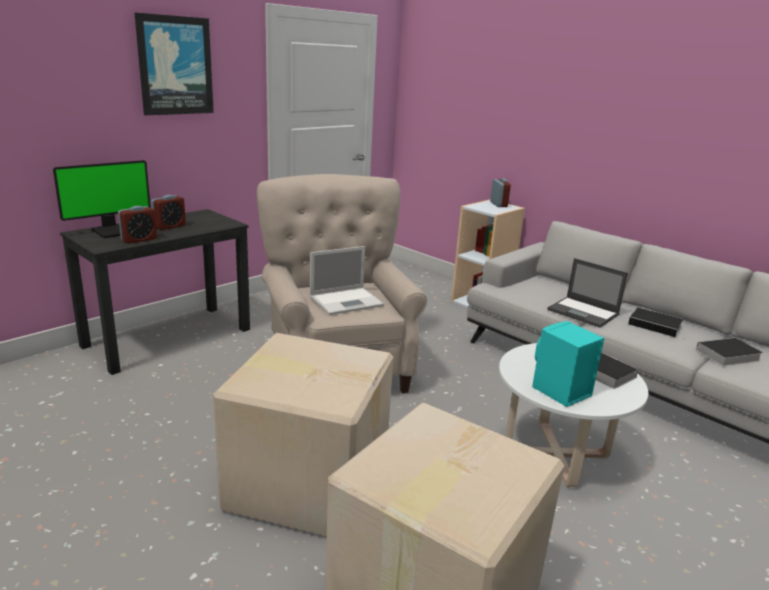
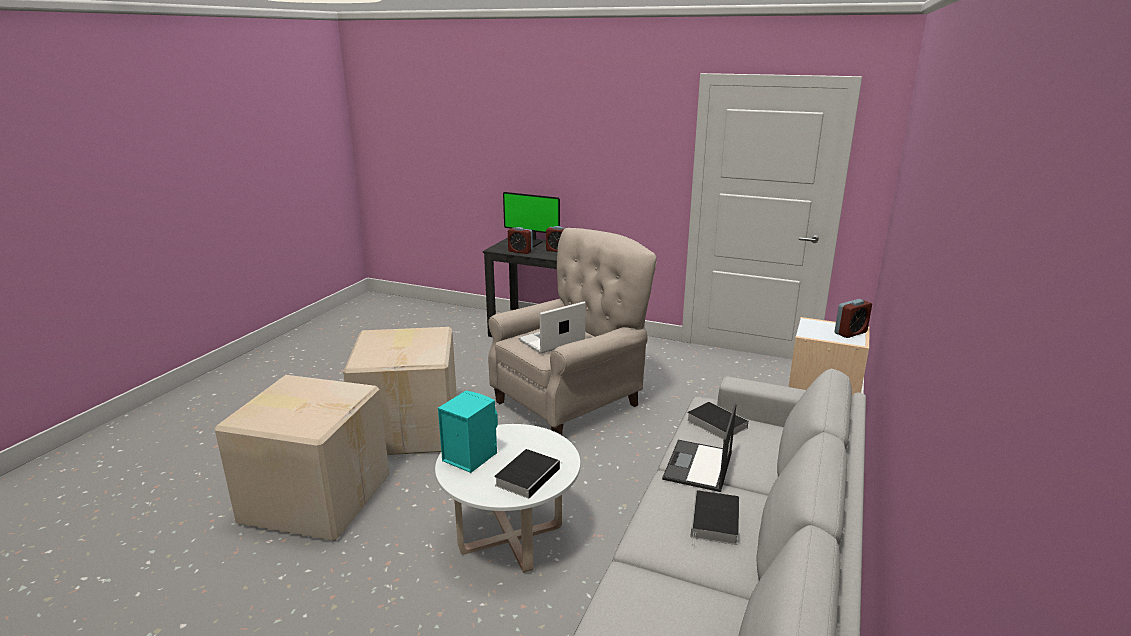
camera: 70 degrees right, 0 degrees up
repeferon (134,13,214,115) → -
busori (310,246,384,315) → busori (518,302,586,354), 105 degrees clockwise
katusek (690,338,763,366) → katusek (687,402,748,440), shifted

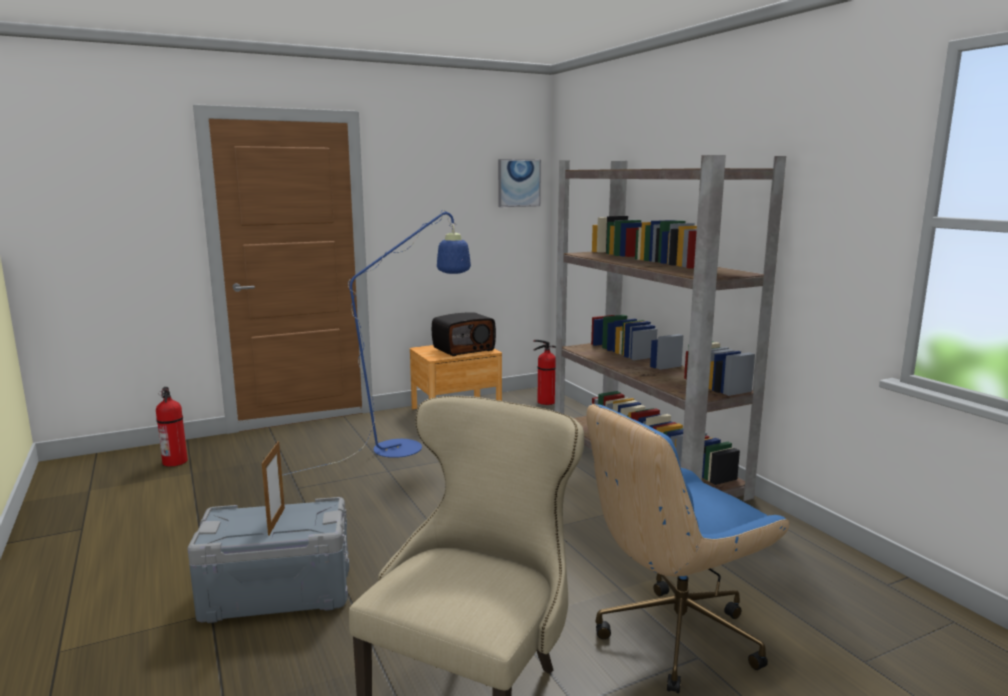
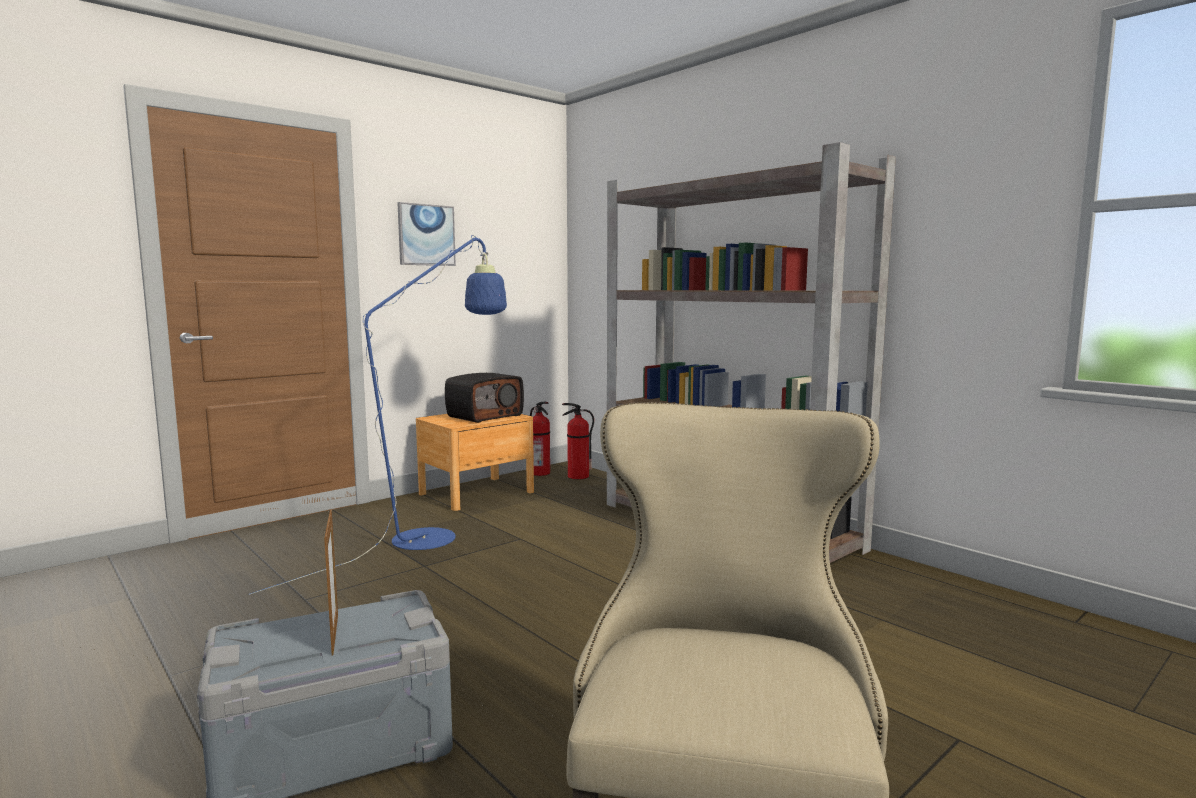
camera: 15 degrees left, 5 degrees down
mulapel (156,387,188,466) → mulapel (530,402,550,476), shifted
repeferon (498,159,541,207) → repeferon (397,202,456,266), shifted
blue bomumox (586,404,790,693) → -

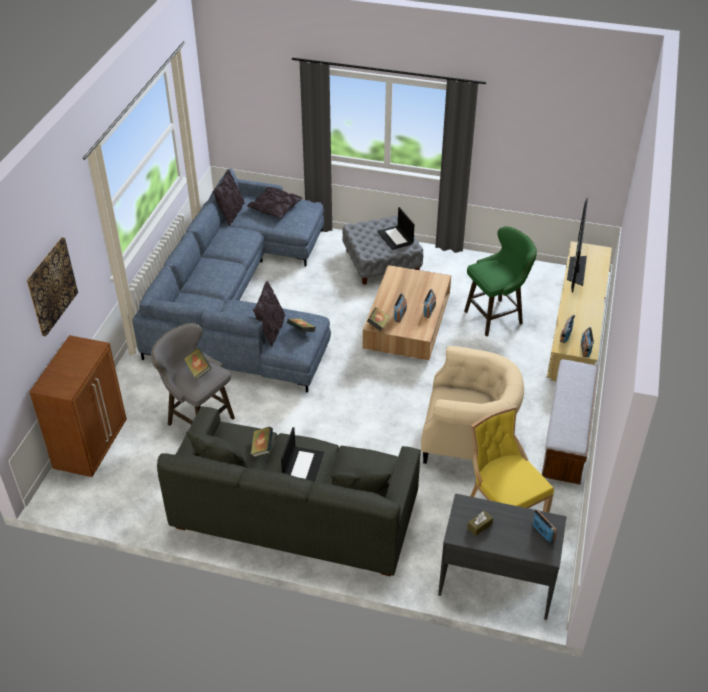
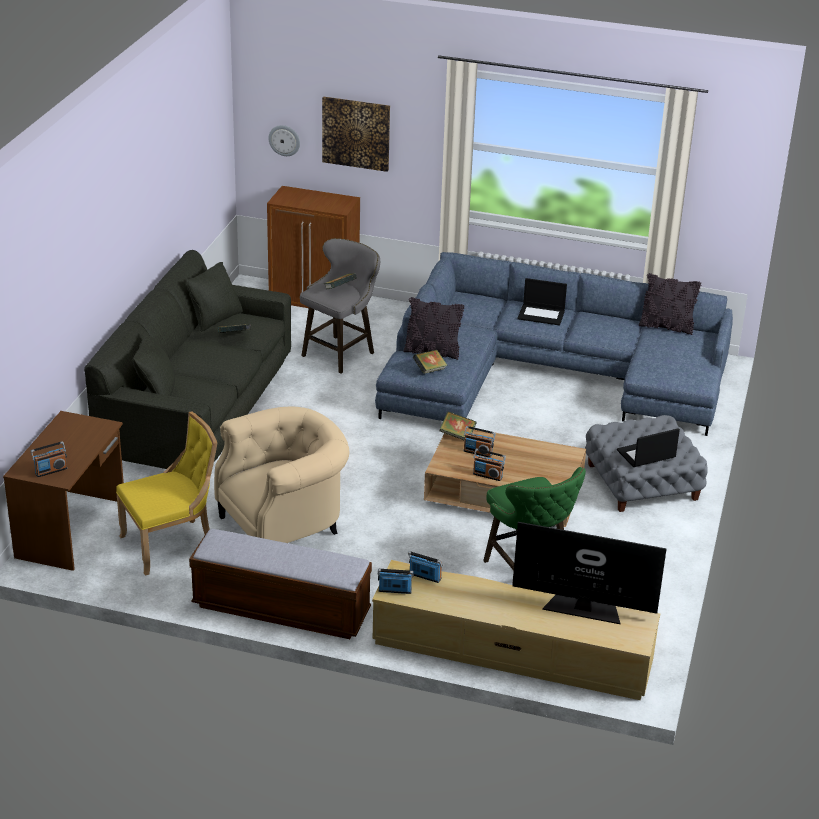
camera: 90 degrees right, 10 degrees down
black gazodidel (247,187,302,219) → -
busori (281,427,324,482) → busori (518,278,567,326), shifted
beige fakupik (421,346,524,464) → beige fakupik (214,407,349,543), 135 degrees counterclockwise
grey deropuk (438,493,567,620) → brown deropuk (3,411,124,571)
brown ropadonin (467,510,493,536) → -
- → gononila (269,125,300,156)

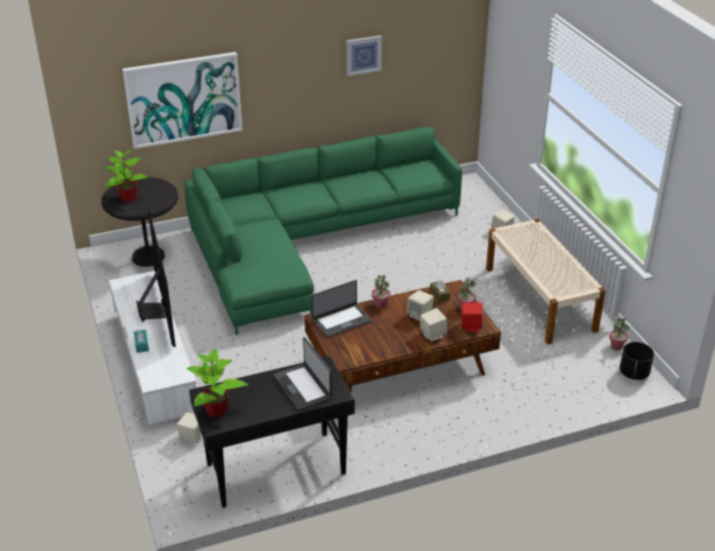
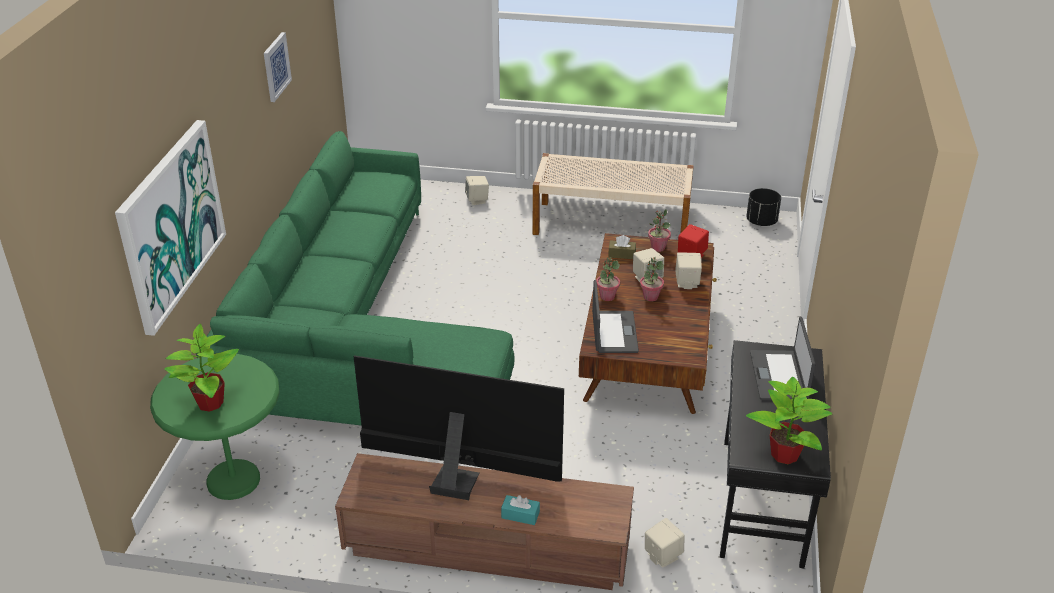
camera: 60 degrees left, 0 degrees up
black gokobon (101,177,178,267) → green gokobon (150,354,280,500)
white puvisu (109,271,197,426) → brown puvisu (335,453,634,590)
busori (274,337,332,411) → busori (750,317,815,400), 90 degrees clockwise
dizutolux (609,318,630,350) → dizutolux (640,257,664,301), shifted

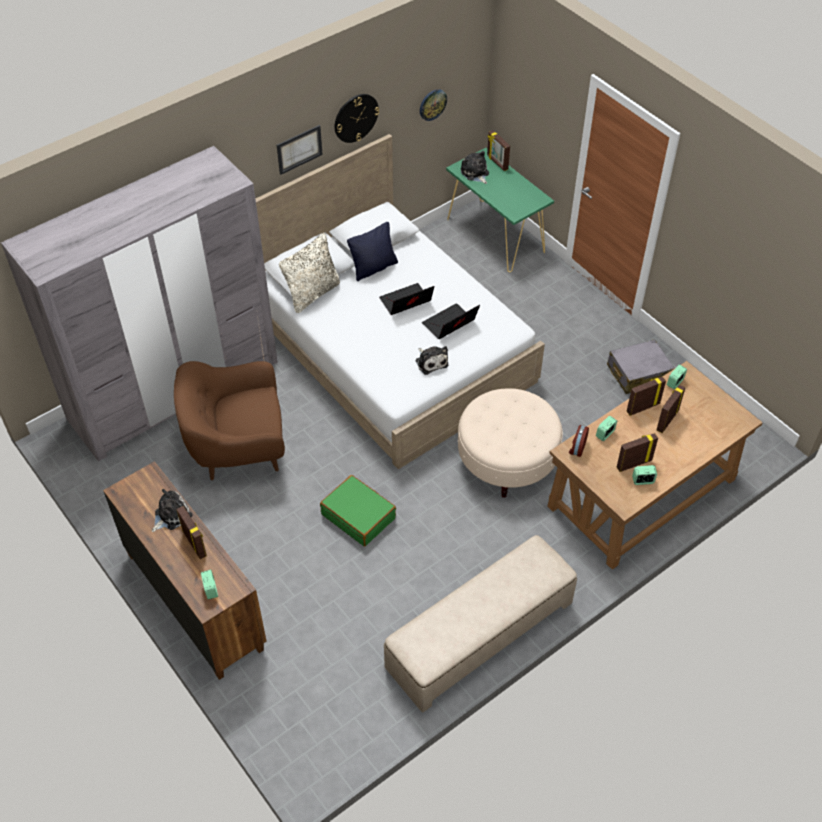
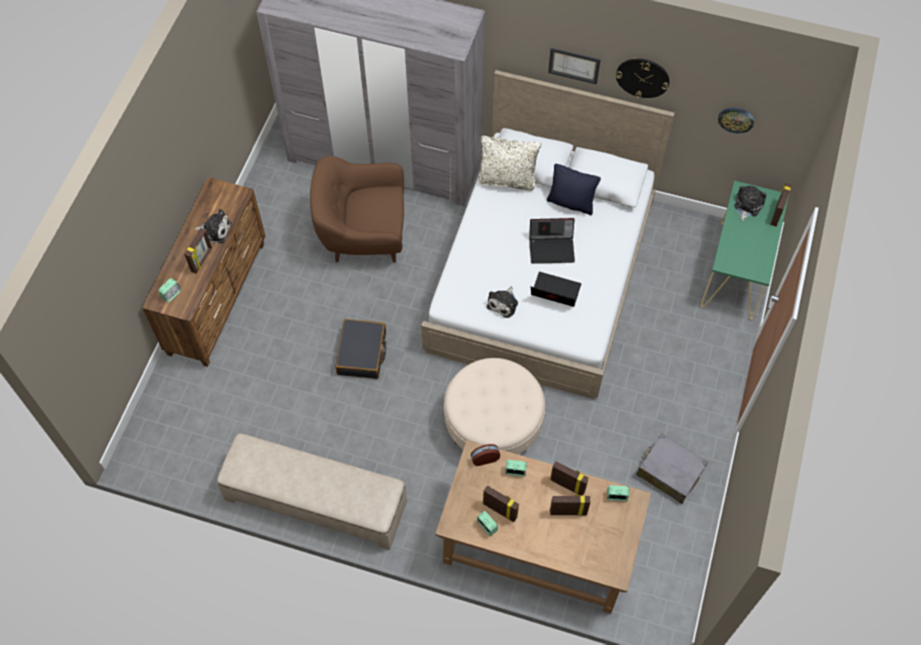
camera: 55 degrees right, 10 degrees up
brown fakupik (174,361,285,480) → brown fakupik (310,156,404,263), 45 degrees counterclockwise
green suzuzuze (320,475,396,547) → black suzuzuze (335,319,386,379)
busori (379,283,434,315) → busori (529,218,575,264), 150 degrees clockwise

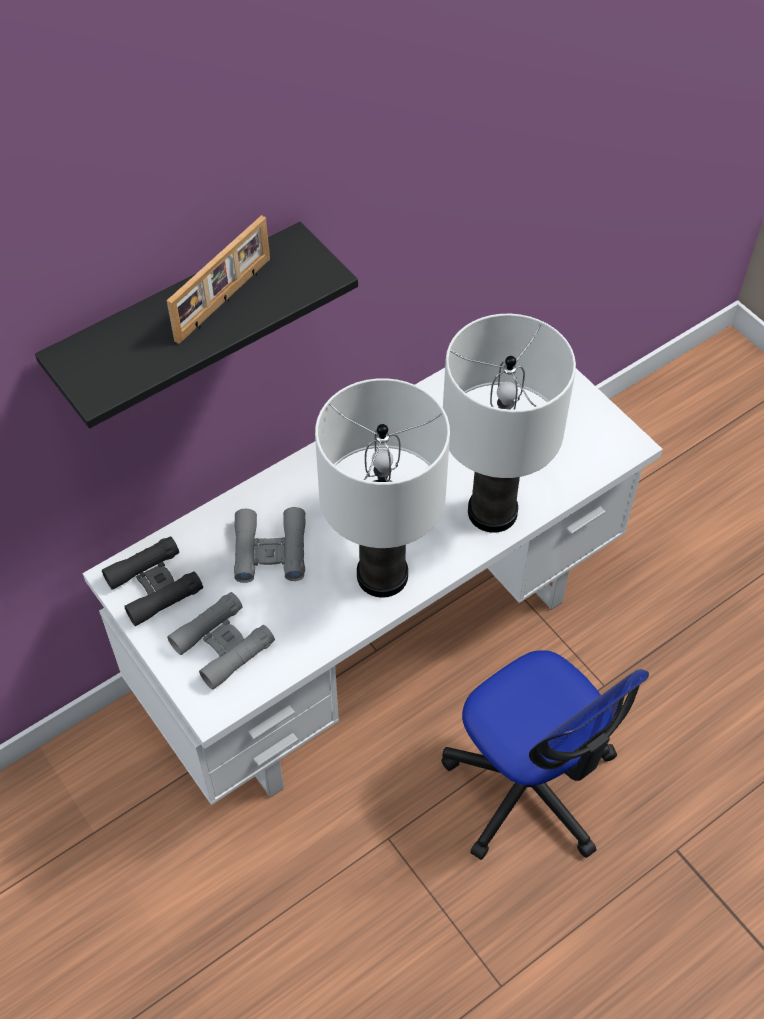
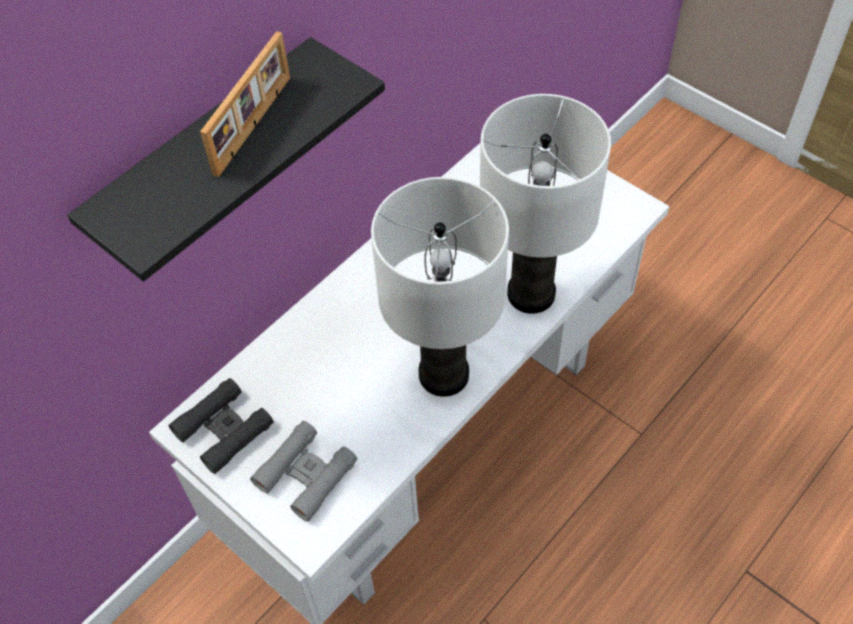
camera: 10 degrees left, 0 degrees up
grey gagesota (234,507,306,583) → -
bomumox (441,650,649,860) → -

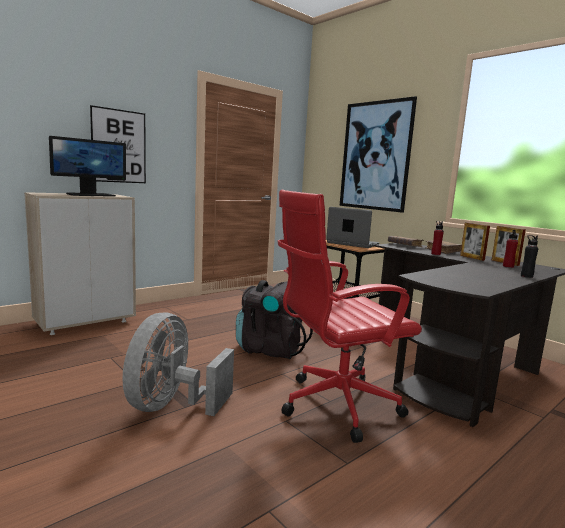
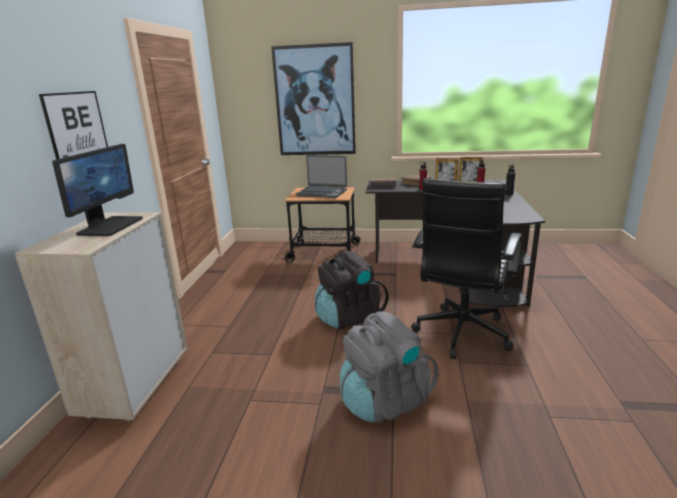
camera: 40 degrees left, 10 degrees up
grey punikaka (123,313,234,416) → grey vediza (340,311,438,423)
red bomumox (278,190,422,443) → black bomumox (411,178,522,359)
busori (326,207,379,248) → busori (296,155,347,198), 150 degrees counterclockwise

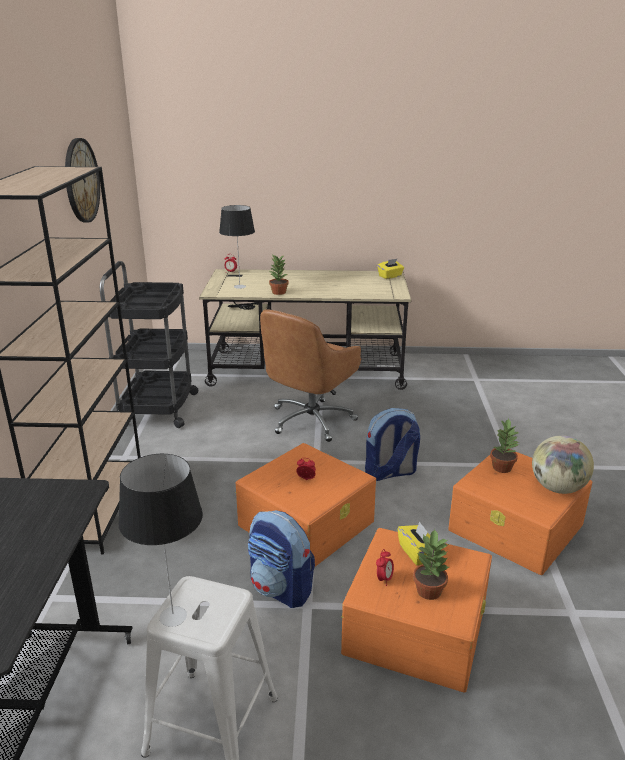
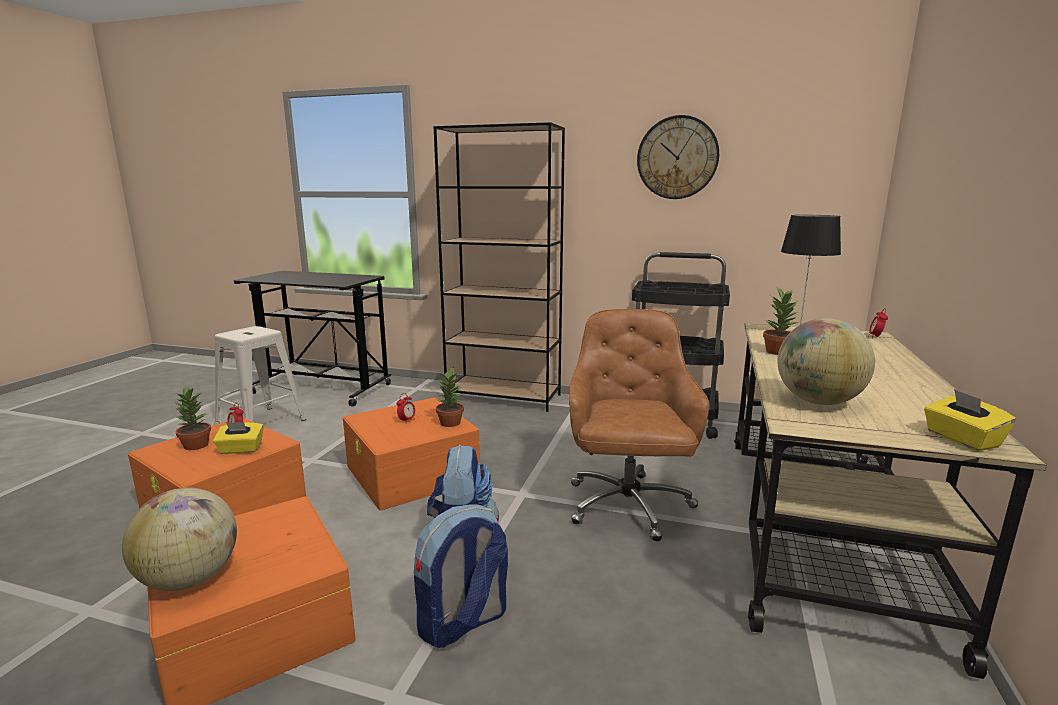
camera: 105 degrees right, 10 degrees down
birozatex (118,454,203,627) → -
vediza (248,510,315,608) → vediza (414,505,508,648), shifted
brown bomumox (260,309,361,442) → brown bomumox (569,309,709,541), 45 degrees clockwise
dizutolux (490,419,519,473) → dizutolux (436,367,464,427), shifted
- → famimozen (778,318,875,405)

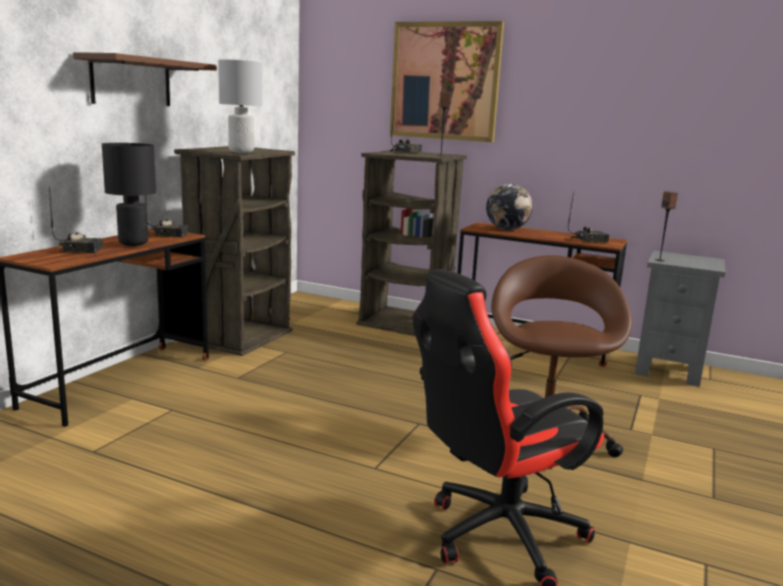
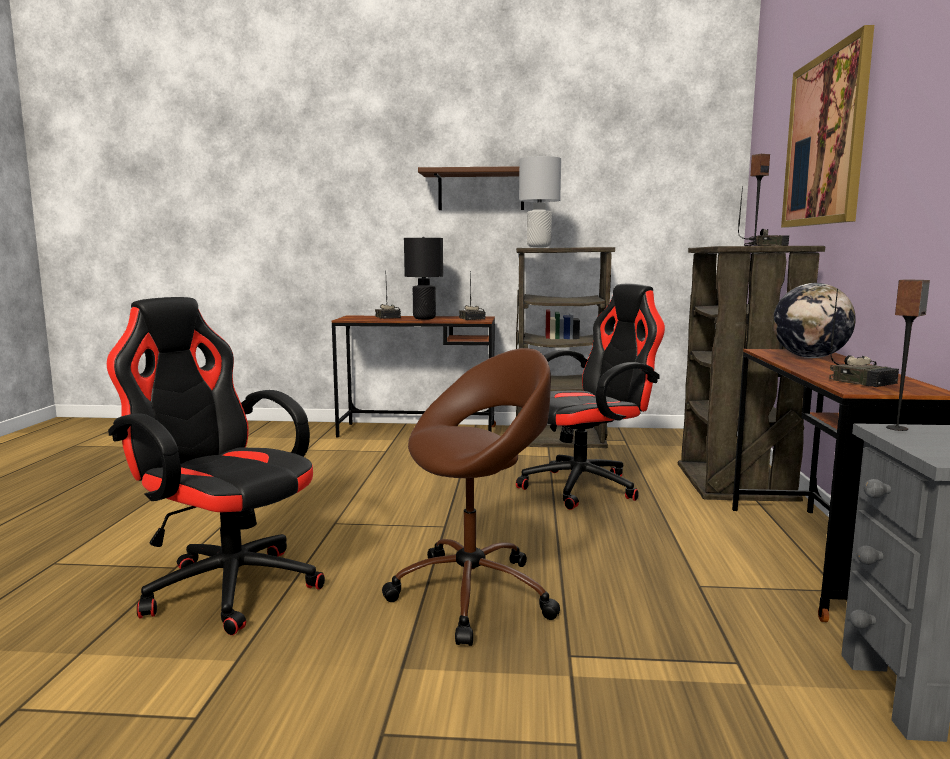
camera: 70 degrees right, 5 degrees down
- → black bomumox (516,284,665,510)

